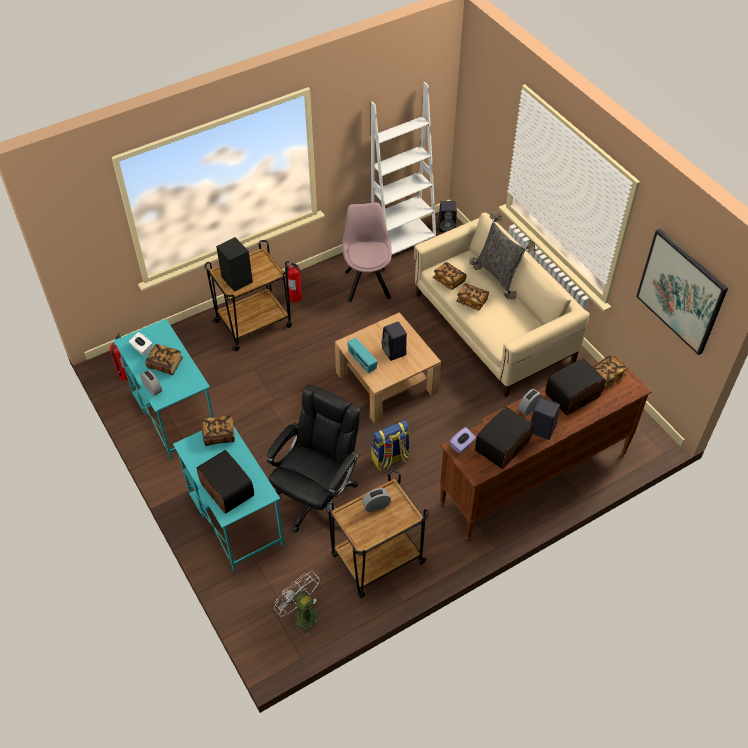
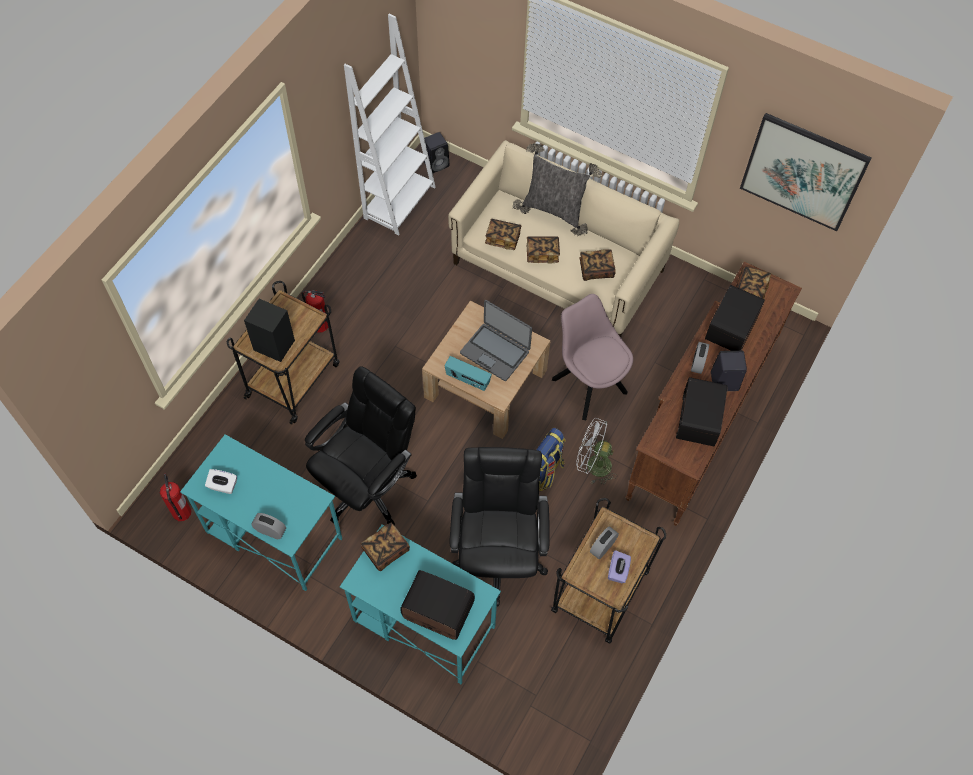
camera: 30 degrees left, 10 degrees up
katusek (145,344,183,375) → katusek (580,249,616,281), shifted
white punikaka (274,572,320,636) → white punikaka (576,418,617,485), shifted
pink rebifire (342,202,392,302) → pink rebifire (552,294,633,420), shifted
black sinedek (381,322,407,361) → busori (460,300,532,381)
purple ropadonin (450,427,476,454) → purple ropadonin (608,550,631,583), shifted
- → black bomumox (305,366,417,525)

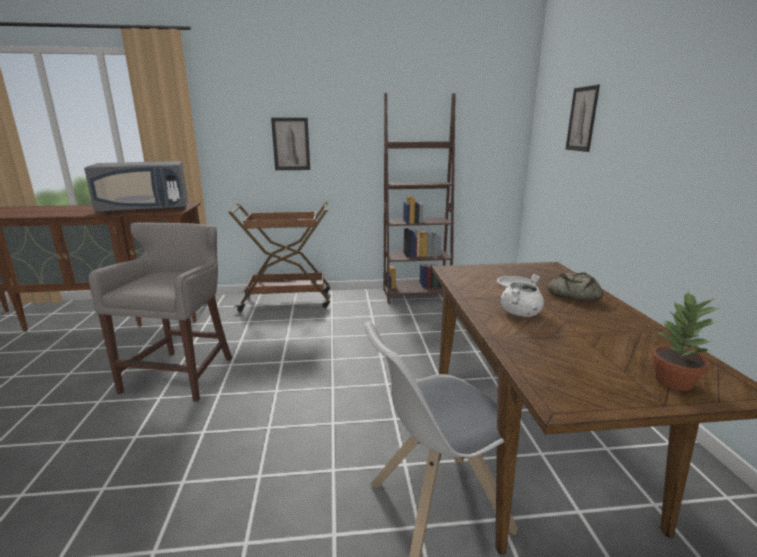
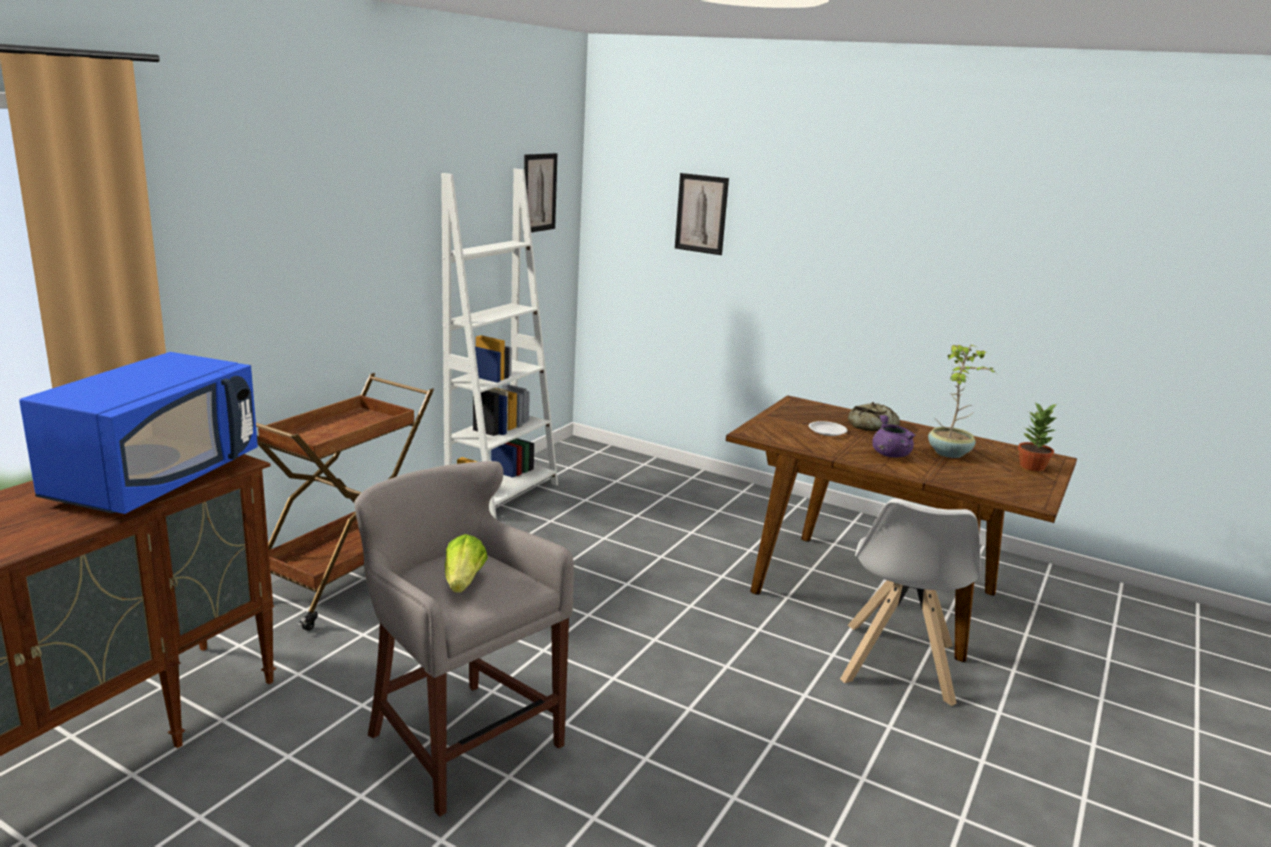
camera: 55 degrees left, 0 degrees up
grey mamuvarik (84,161,188,214) → blue mamuvarik (19,352,258,514)
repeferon (271,118,310,170) → repeferon (524,153,558,233), shifted
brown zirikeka (383,93,456,304) → white zirikeka (441,169,558,519)
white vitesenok (500,274,544,317) → purple vitesenok (872,415,916,458)
- → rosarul (445,534,488,593)
- → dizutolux (928,345,996,458)

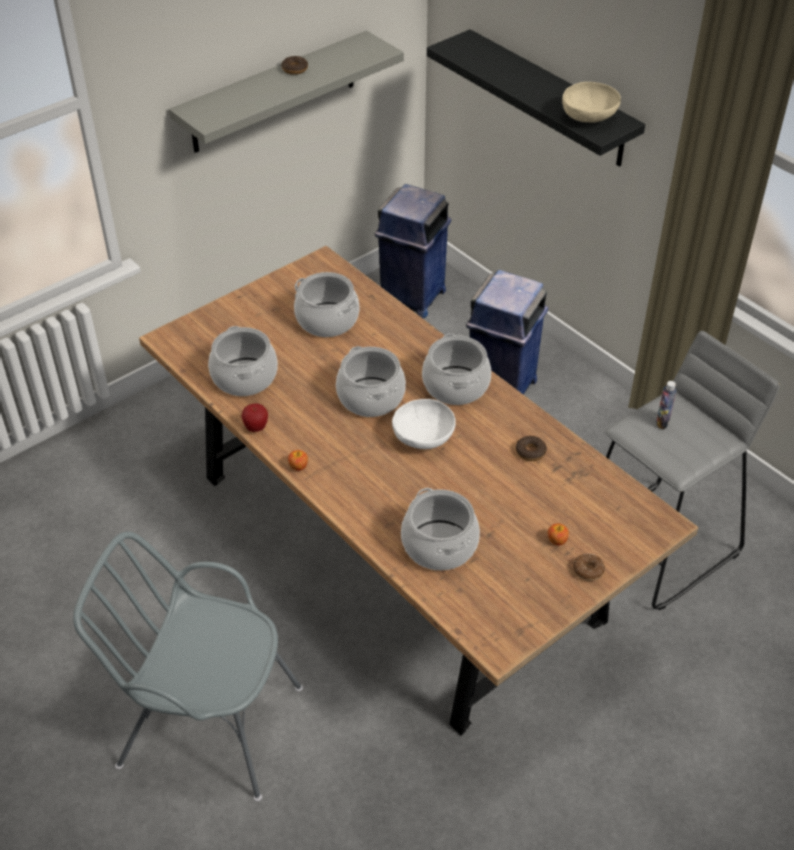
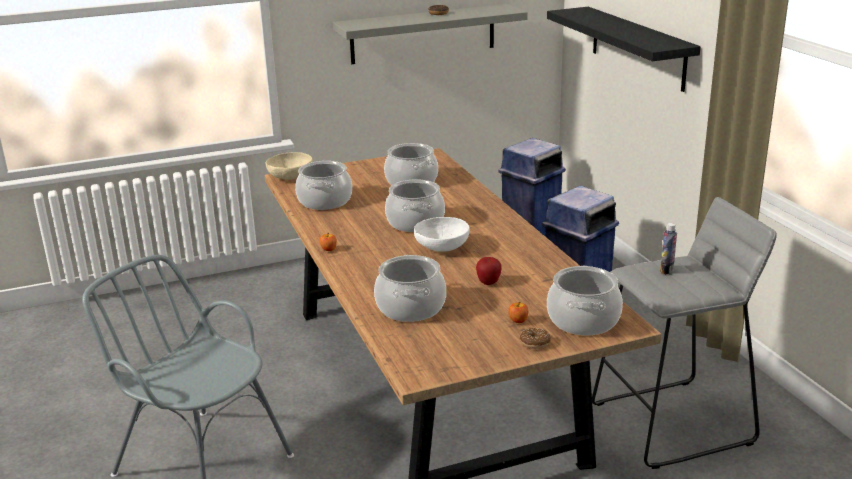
camera: 20 degrees right, 20 degrees down
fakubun (241,403,268,432) → fakubun (476,257,502,285), shifted
vitesenok (422,334,491,405) → vitesenok (547,266,623,335), shifted
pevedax (516,436,547,461) → -
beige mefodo (562,82,621,123) → beige mefodo (266,152,313,180), shifted

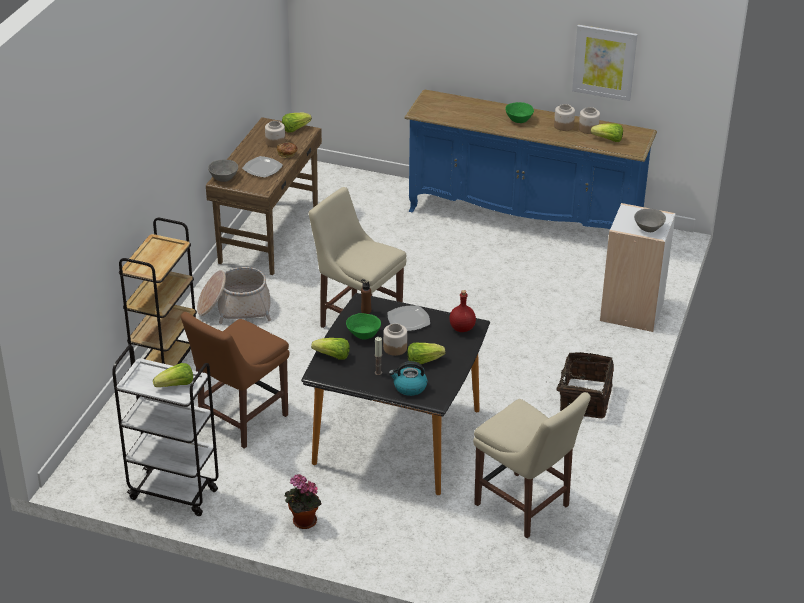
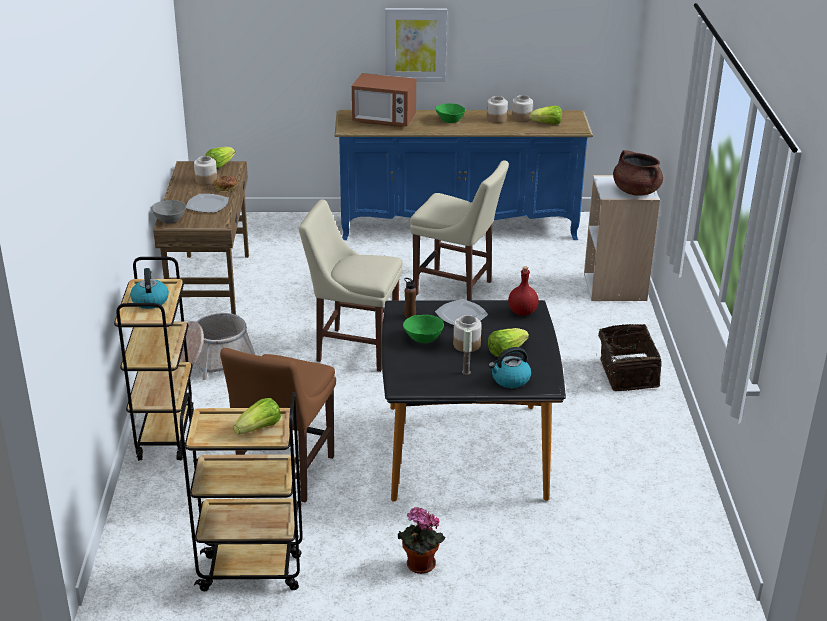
camera: 20 degrees left, 5 degrees down
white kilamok (112,345,219,516) → brown kilamok (180,392,303,591)
rosarul (311,338,350,360) → -
beige rebifire (473,392,591,538) → beige rebifire (410,160,509,300), shifted
repeferon (572,25,637,101) → repeferon (385,8,447,82), shifted
grey mefodo (634,209,666,232) → brown vitesenok (613,150,663,196)
- → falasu (130,268,169,309)
- → mamuvarik (352,73,416,127)

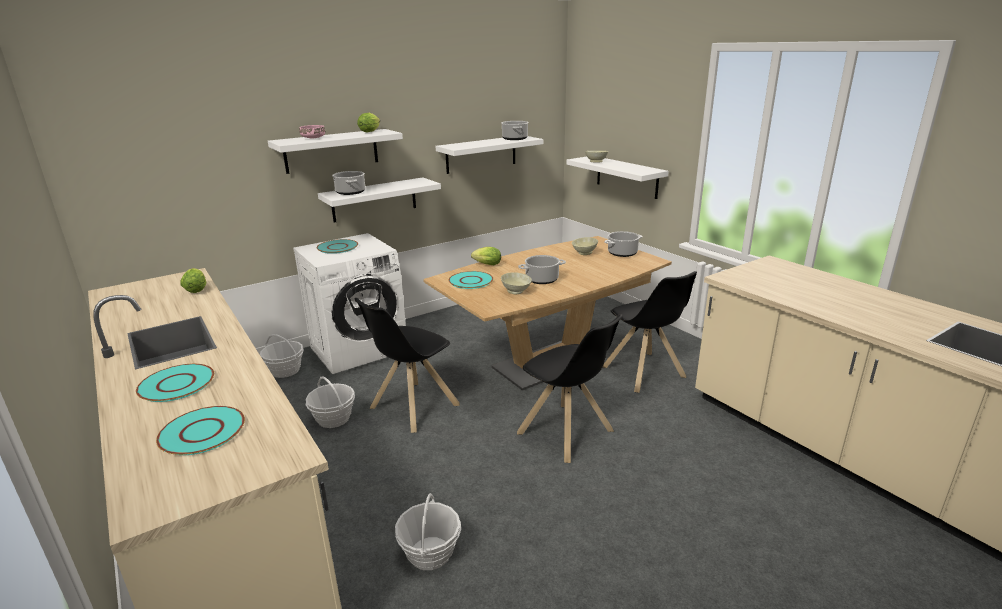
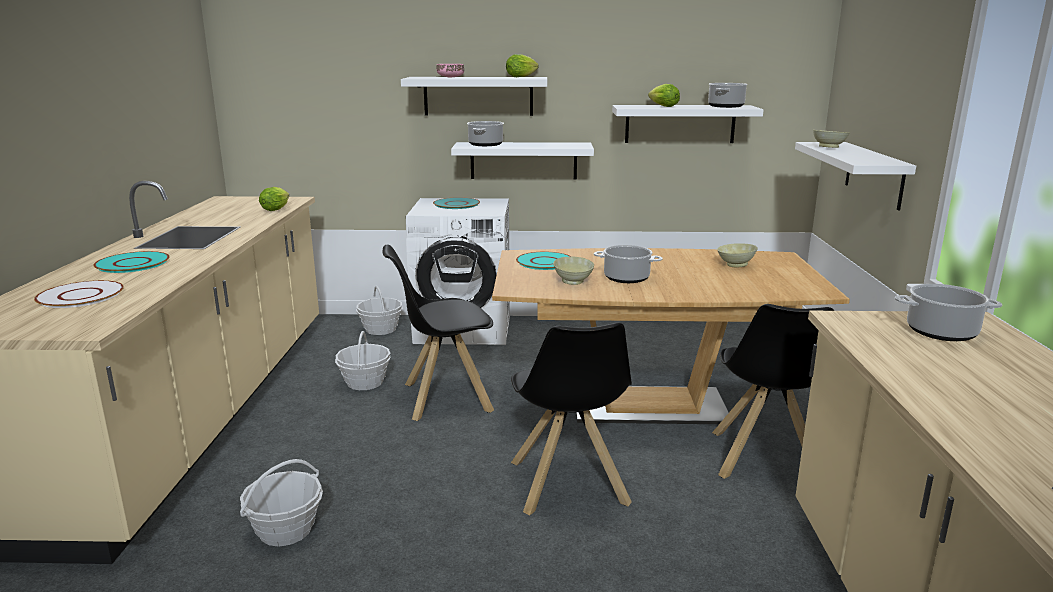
camera: 35 degrees right, 5 degrees down
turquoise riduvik (156,406,245,455) → white riduvik (34,280,124,308)
rosarul (471,247,501,265) → rosarul (648,84,680,107), shifted
vitesenok (604,231,642,257) → vitesenok (895,284,1002,341), shifted

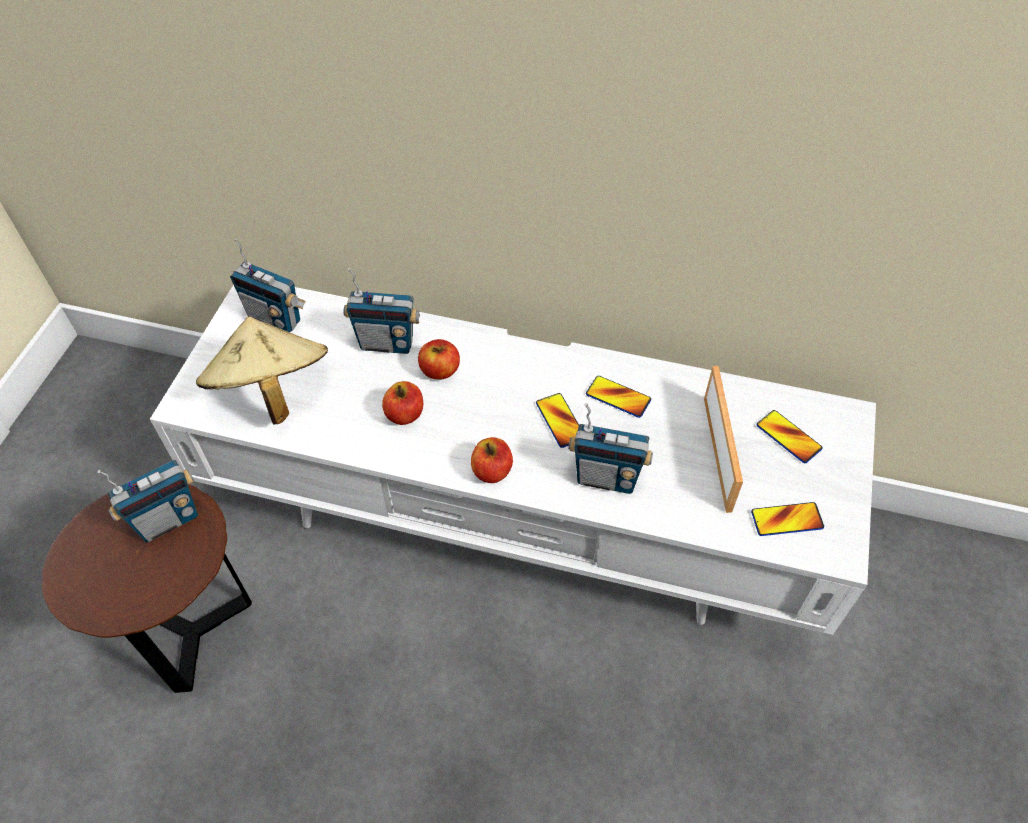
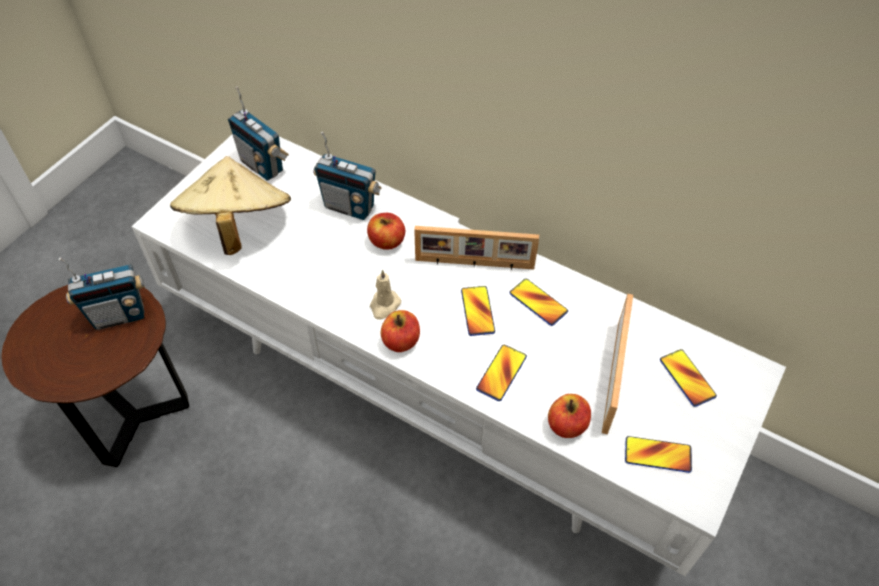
camera: 15 degrees right, 0 degrees up
fakubun (382,381,423,425) → fakubun (548,394,591,438), shifted
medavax (568,403,653,494) → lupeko (476,345,527,401)
- → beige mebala (370,270,401,320)
- → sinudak (414,226,539,270)

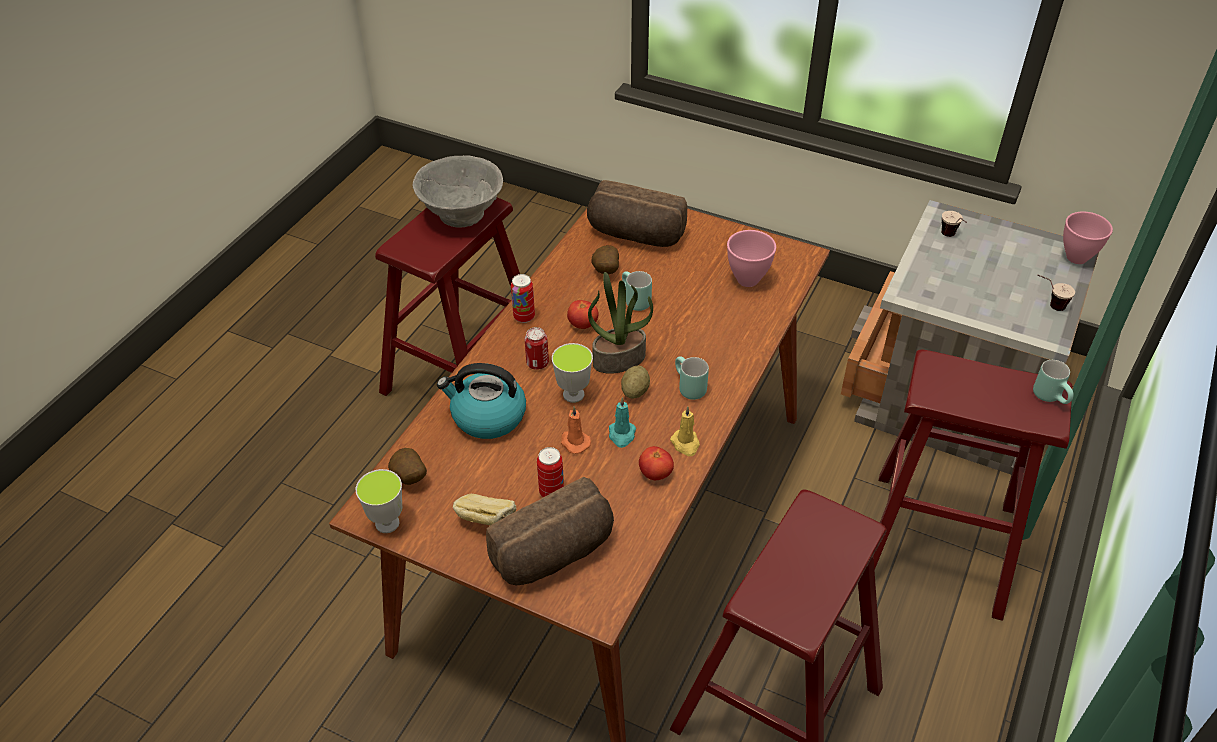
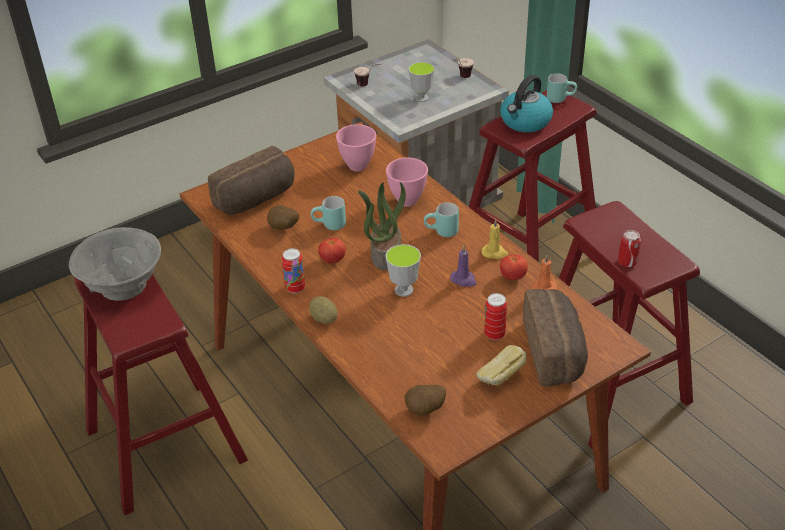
camera: 60 degrees left, 5 degrees down
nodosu (356,469,402,533) → nodosu (408,62,434,102), shifted
falasu (437,363,526,439) → falasu (500,75,553,132), shifted
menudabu (525,327,549,370) → menudabu (618,230,641,267), shifted
orange mebala (561,406,591,454) → orange mebala (529,255,557,290), shifted
turquoise mebala (609,397,636,448) → purple mebala (450,245,477,287)
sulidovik (621,365,650,398) → sulidovik (309,296,337,324), shifted
pink mefodo (1063,211,1113,264) → pink mefodo (386,158,428,207), shifted

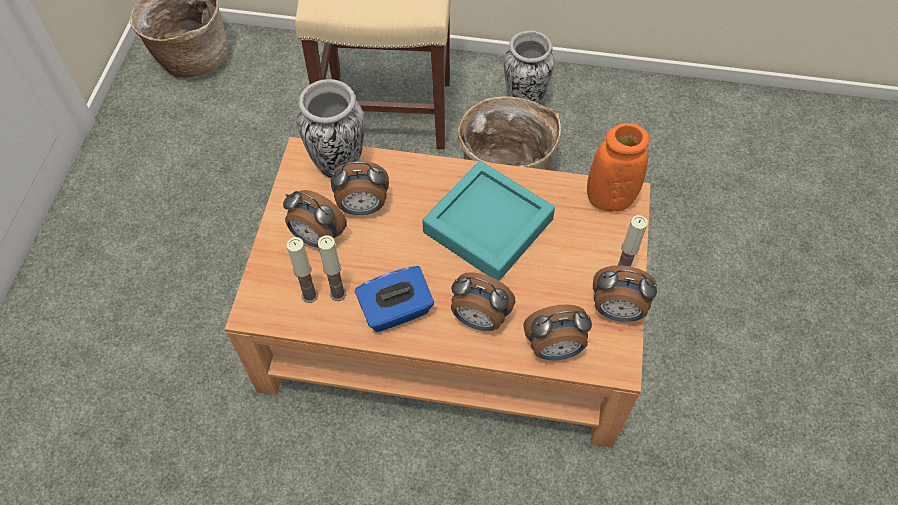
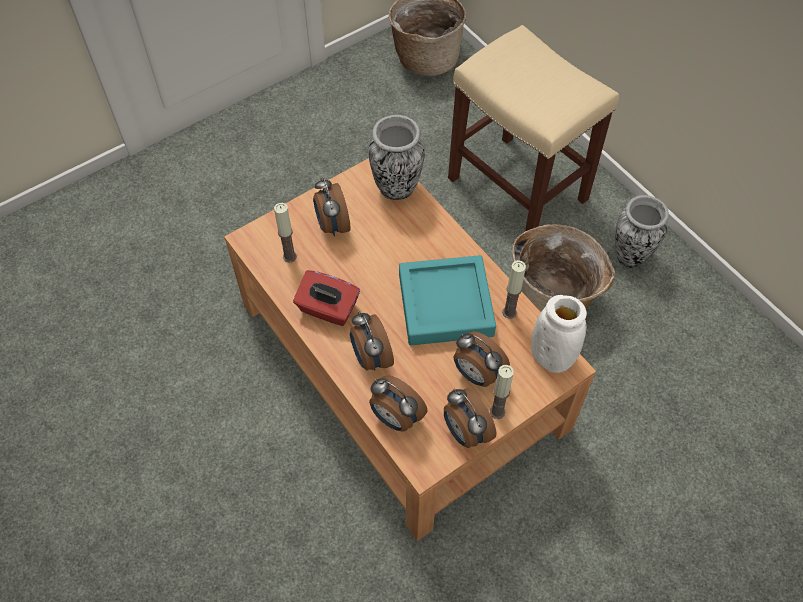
camera: 45 degrees right, 0 degrees up
mebala (318,235,346,301) → mebala (502,260,526,319), shifted
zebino (331,161,389,215) → zebino (453,331,510,387), shifted
blue ropadonin (355,266,434,332) → red ropadonin (293,270,360,326)
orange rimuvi (587,123,649,211) → white rimuvi (531,295,587,373)

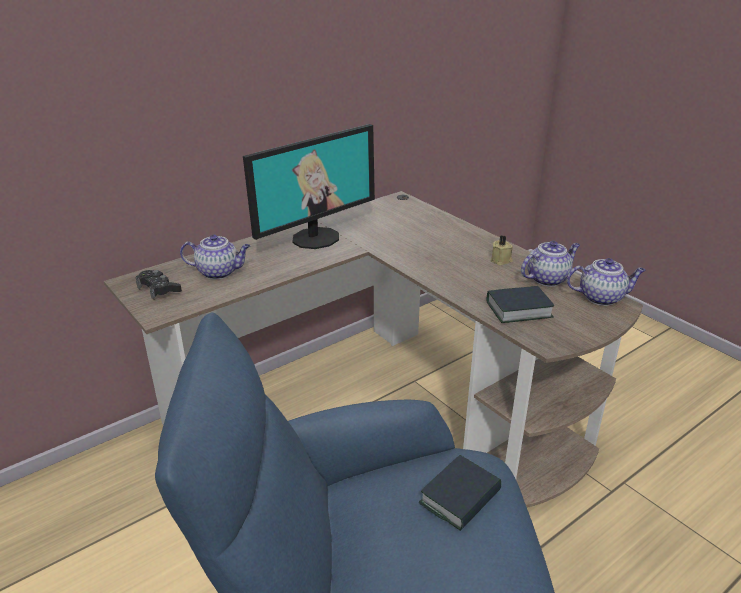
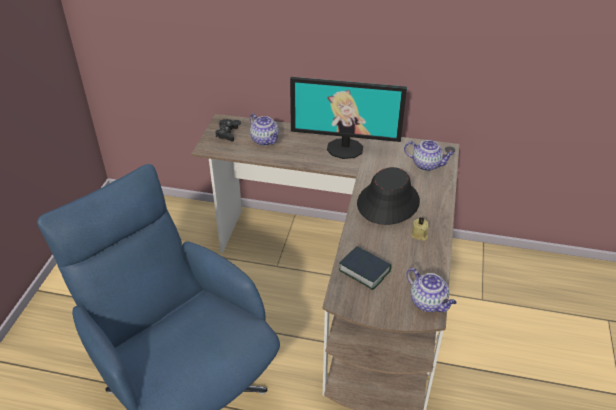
camera: 50 degrees right, 10 degrees up
katusek (419,455,502,531) → -
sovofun (521,241,580,287) → sovofun (404,140,454,171), shifted
- → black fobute (357,167,420,225)

